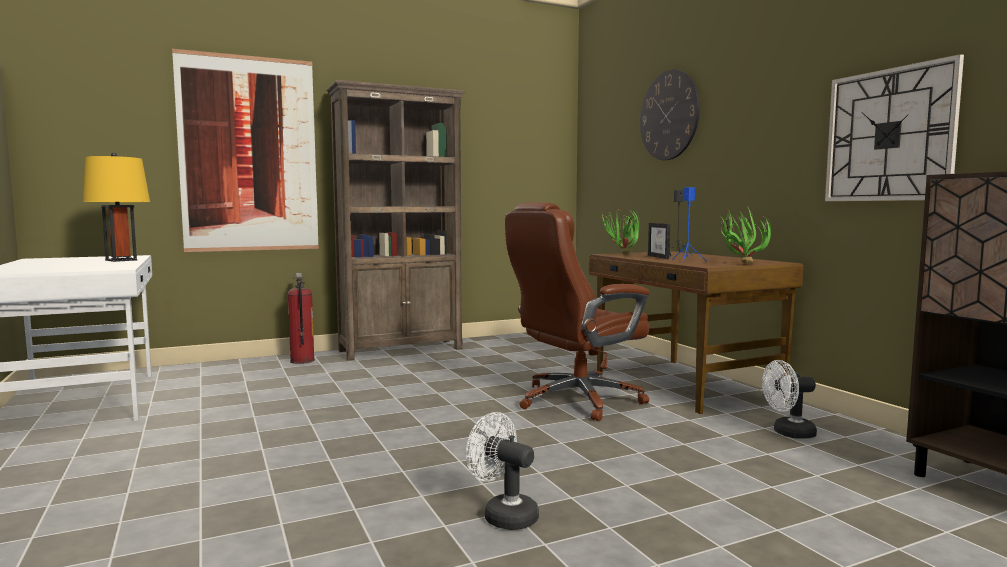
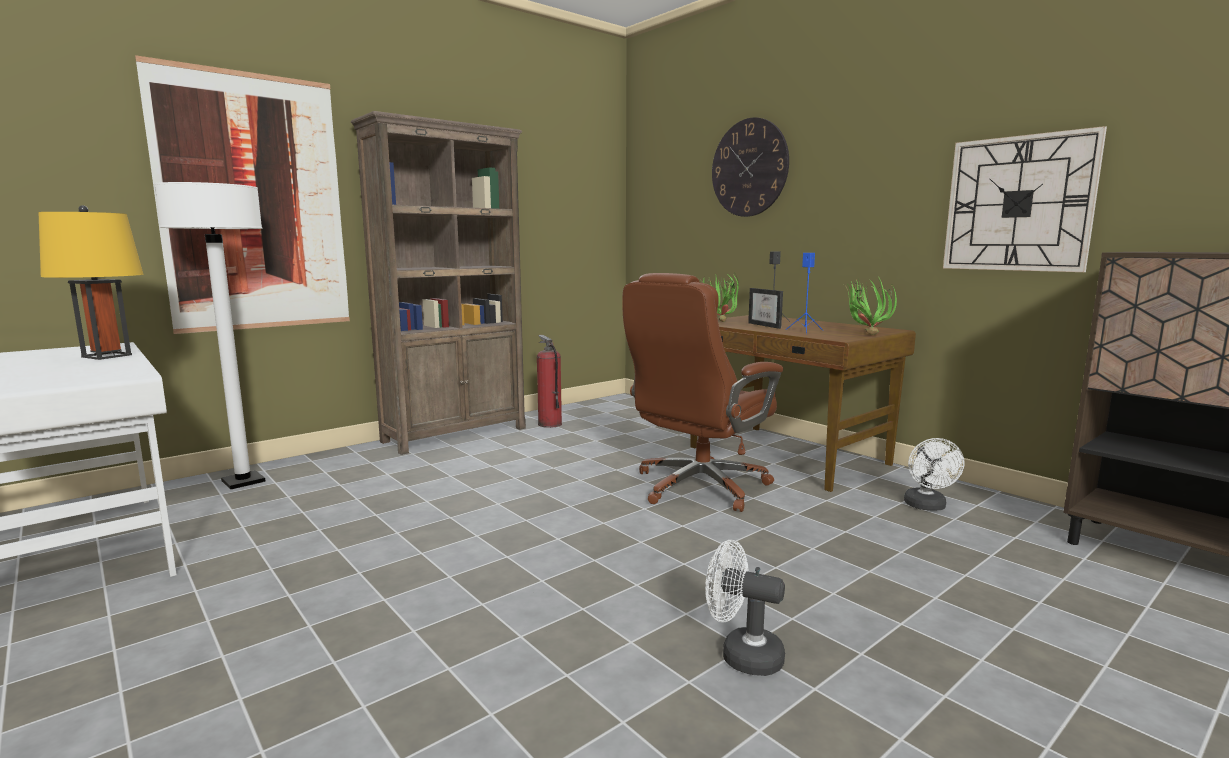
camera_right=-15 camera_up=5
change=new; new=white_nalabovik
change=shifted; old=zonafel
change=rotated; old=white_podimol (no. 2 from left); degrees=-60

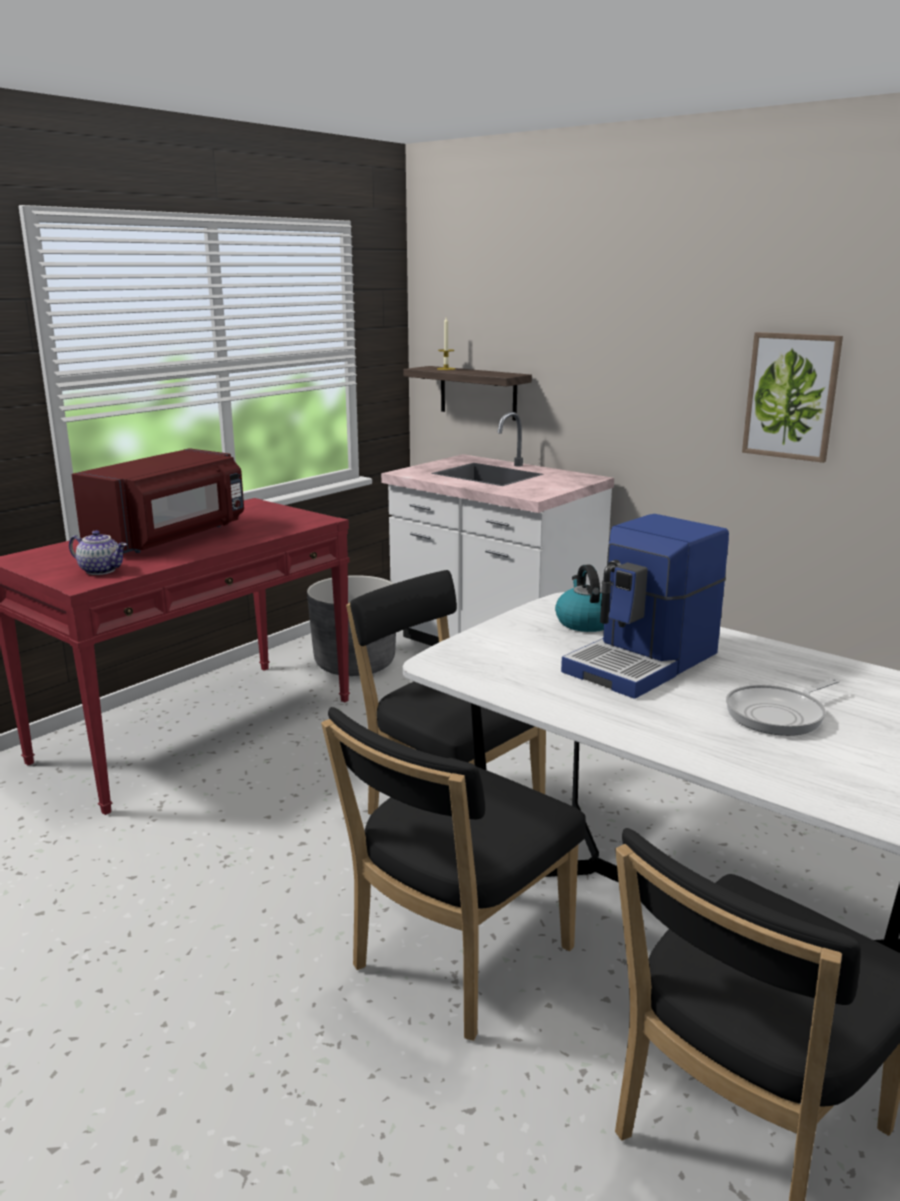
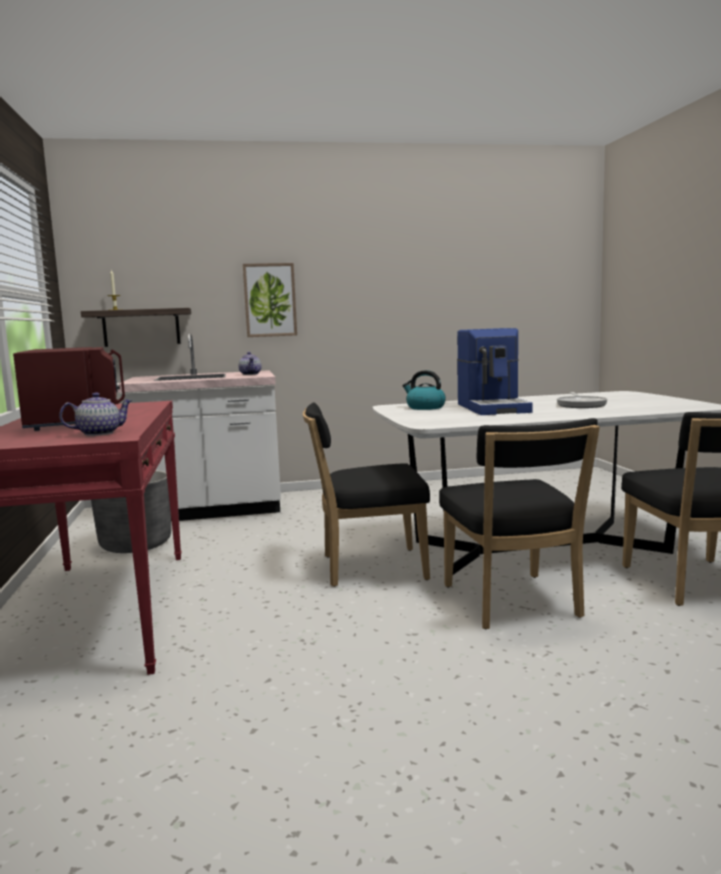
camera_right=-50 camera_up=-10
change=new; new=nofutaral (no. 2 from left)
change=shifted; old=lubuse

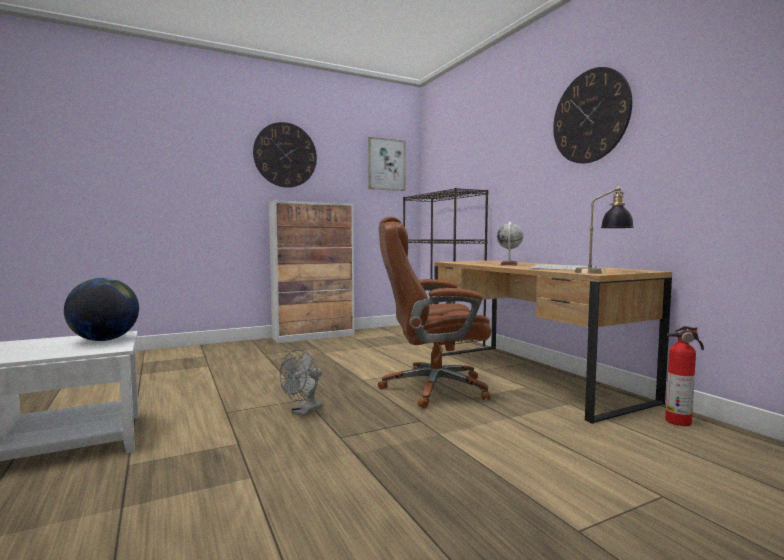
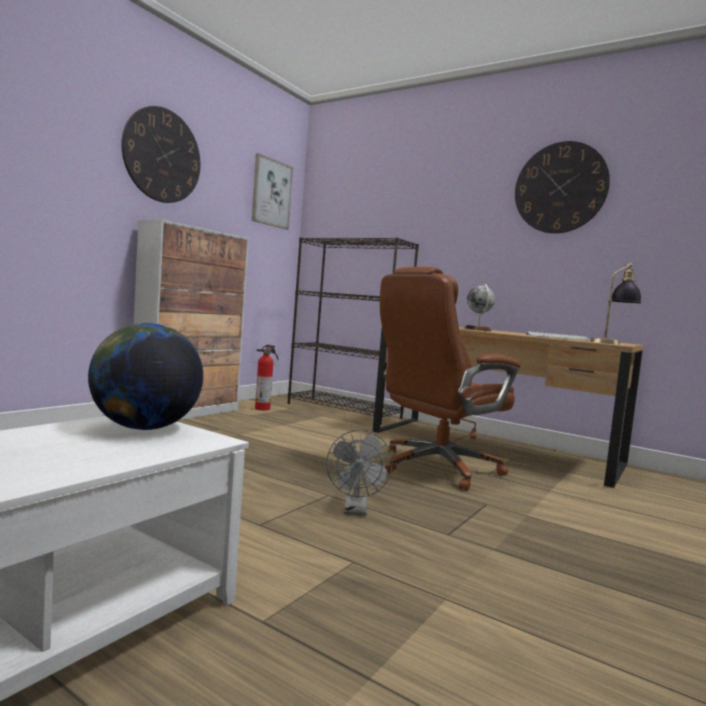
camera_right=-30 camera_up=0
change=shifted; old=zonafel

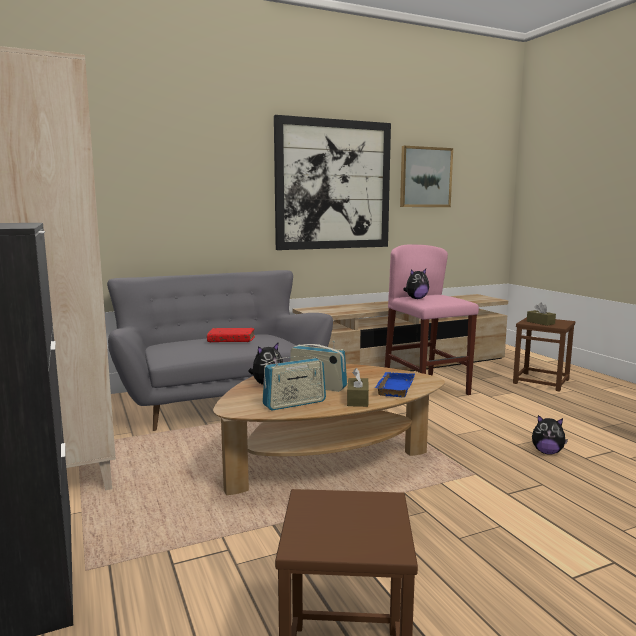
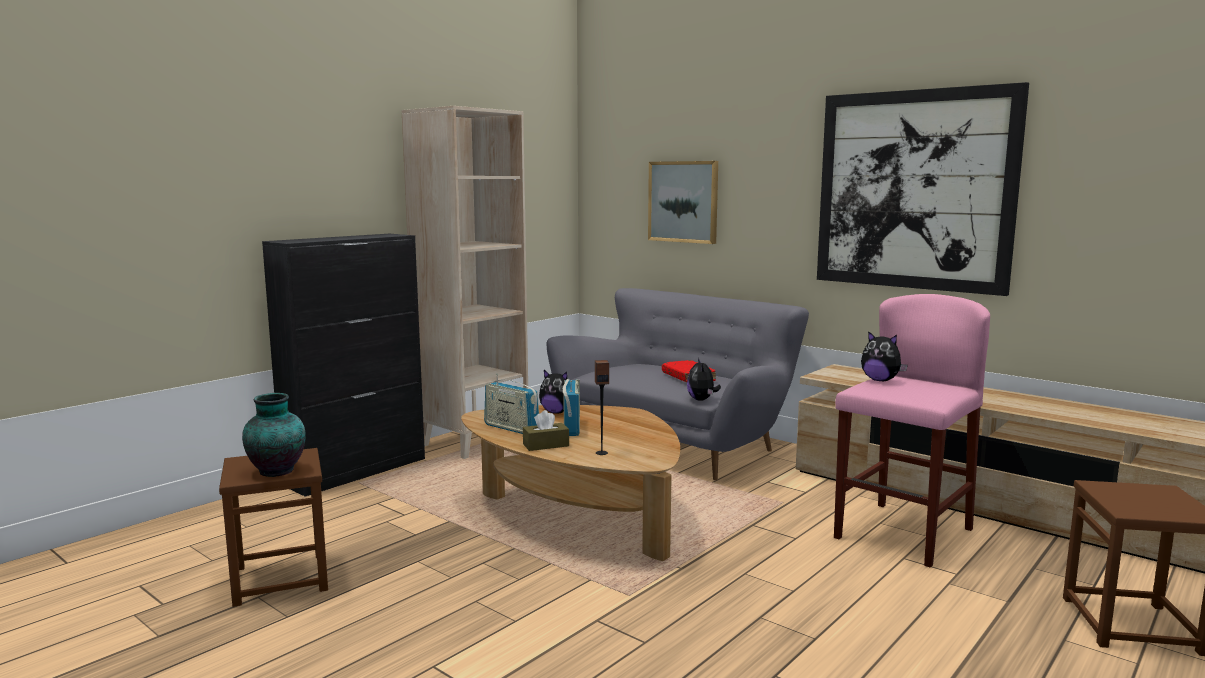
camera_right=65 camera_up=0
change=gone; old=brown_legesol (no. 2 from left)
change=new; new=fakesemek
change=shifted; old=lubuse (no. 2 from left in the first image); new=lubuse (no. 1 from left)
change=shifted; old=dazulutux (no. 3 from left in the first image); new=dazulutux (no. 2 from left)
change=swapped; old=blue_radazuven; new=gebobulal

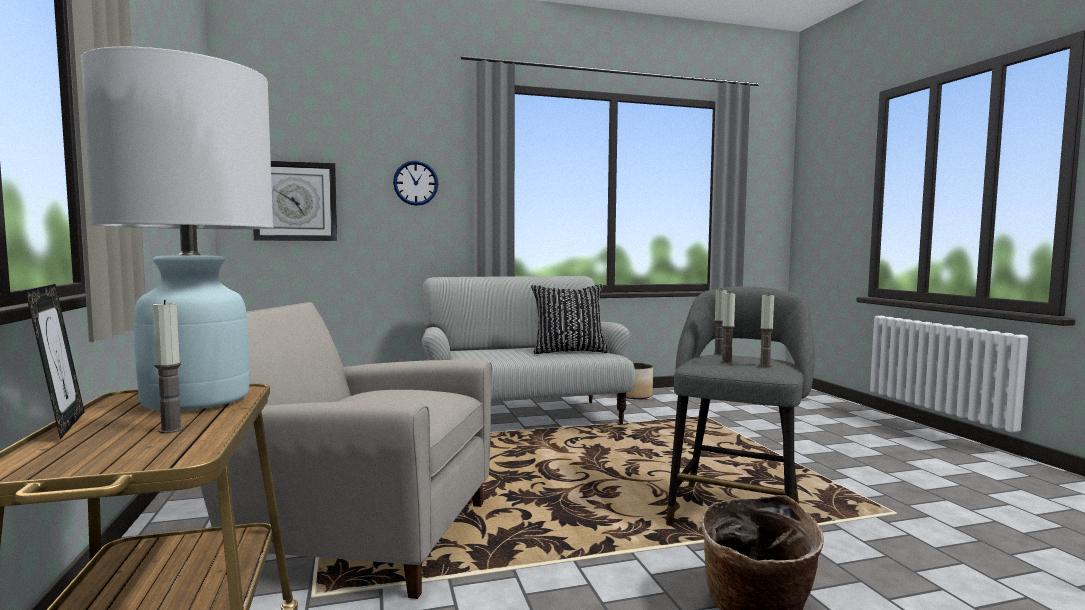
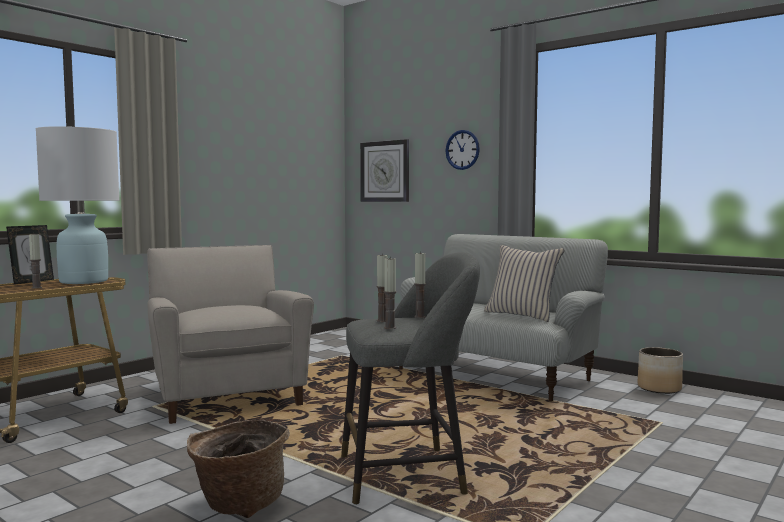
camera_right=55 camera_up=0
change=repainted; old=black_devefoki; new=beige_devefoki

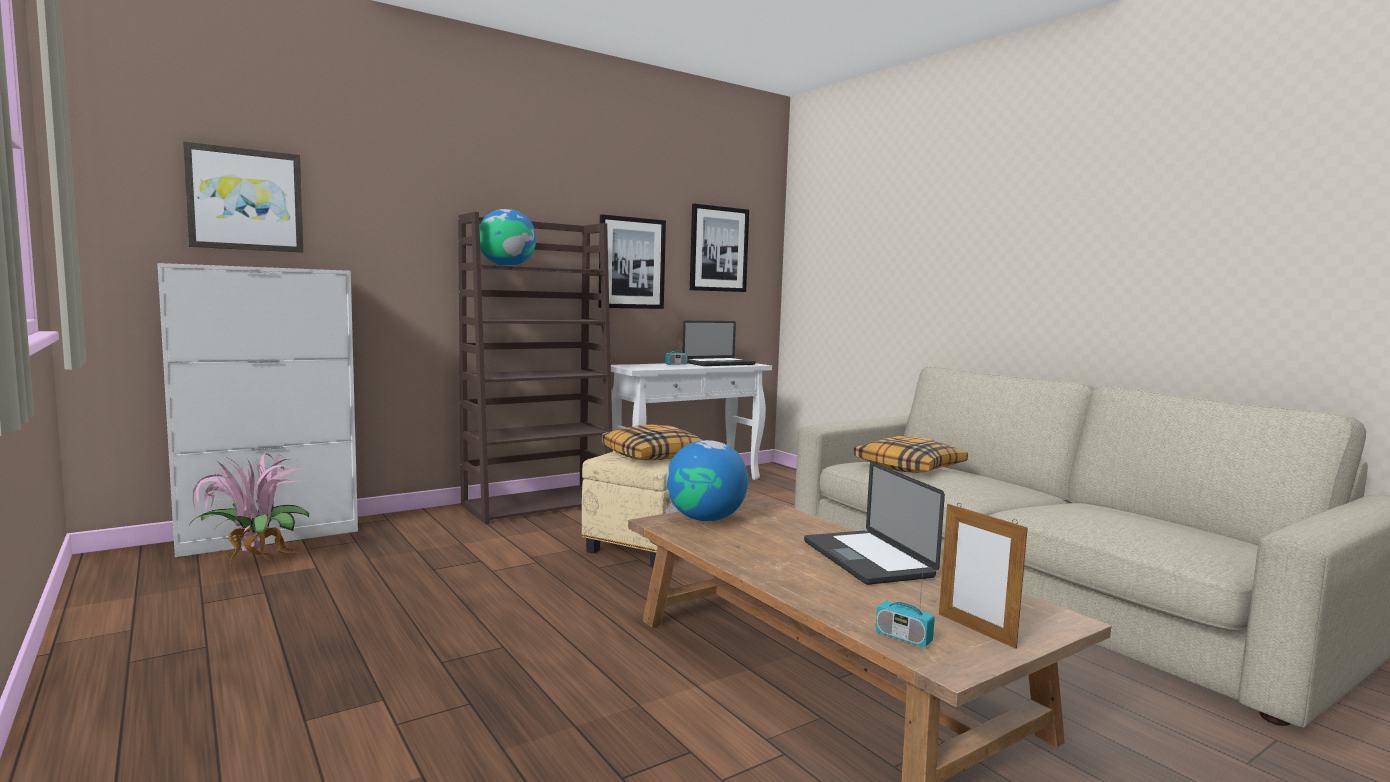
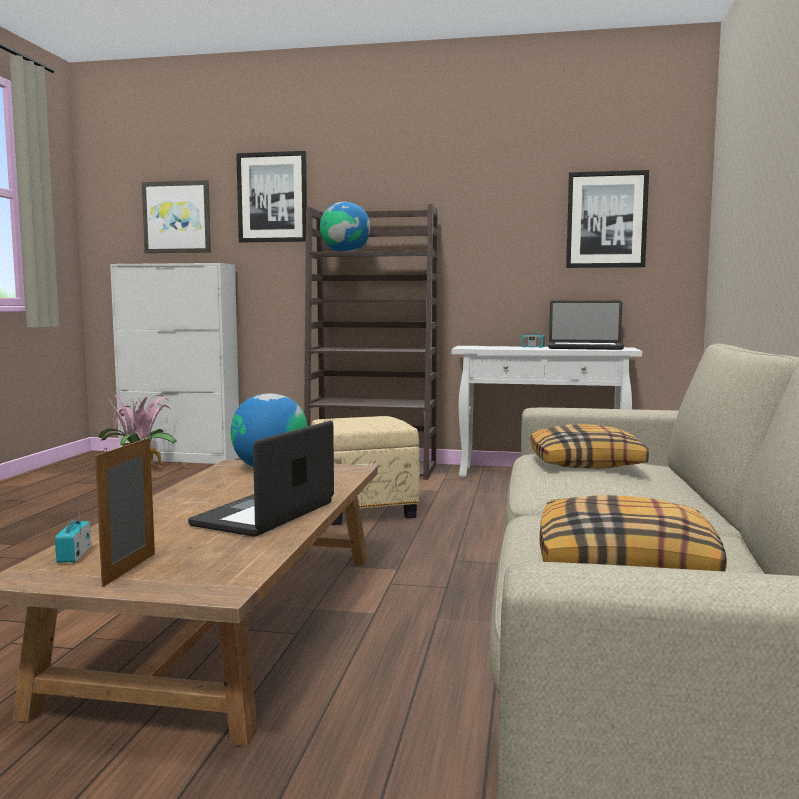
camera_right=45 camera_up=0
change=shifted; old=lubuse (no. 2 from left)
change=shifted; old=devefoki (no. 1 from left in the first image); new=devefoki (no. 2 from left)

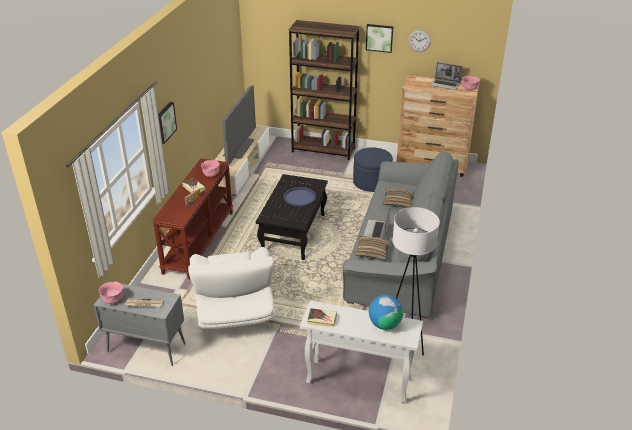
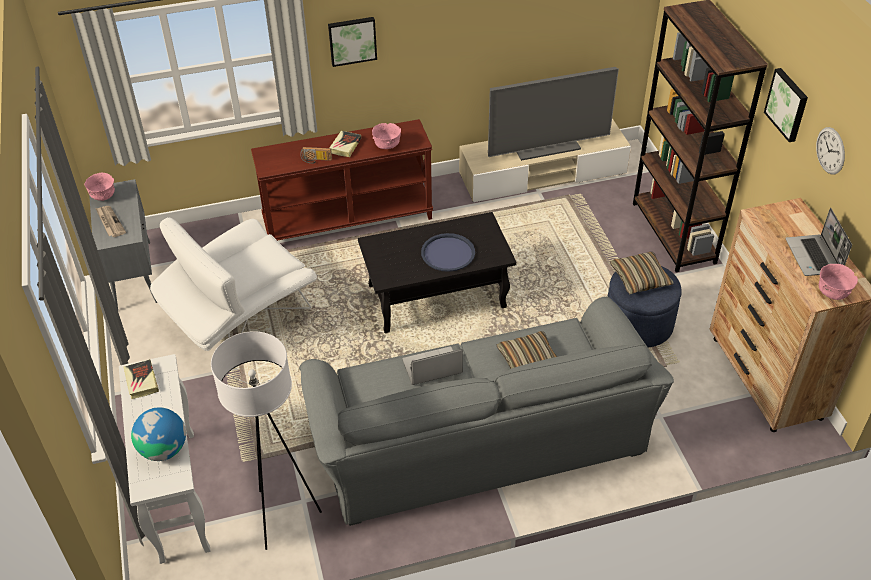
camera_right=60 camera_up=10
change=shifted; old=devefoki (no. 1 from left in the first image); new=devefoki (no. 2 from left)

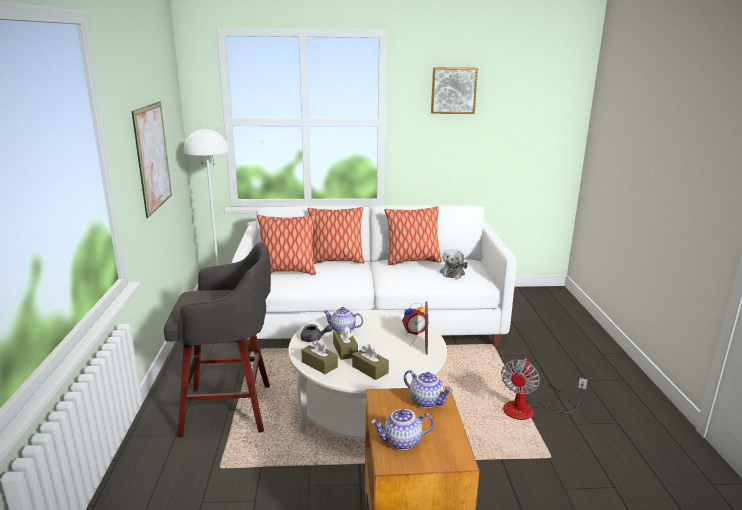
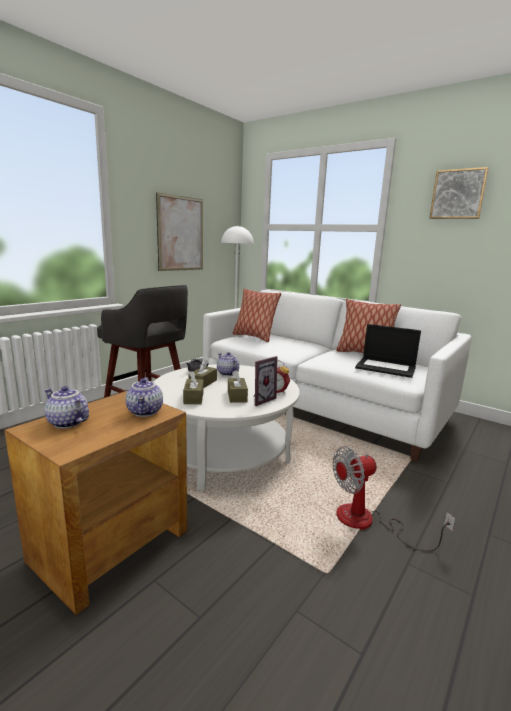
camera_right=40 camera_up=-5
change=gone; old=devefoki (no. 2 from left)
change=shifted; old=brown_legesol (no. 1 from left in the first image); new=brown_legesol (no. 3 from left)
change=swapped; old=dazulutux; new=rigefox

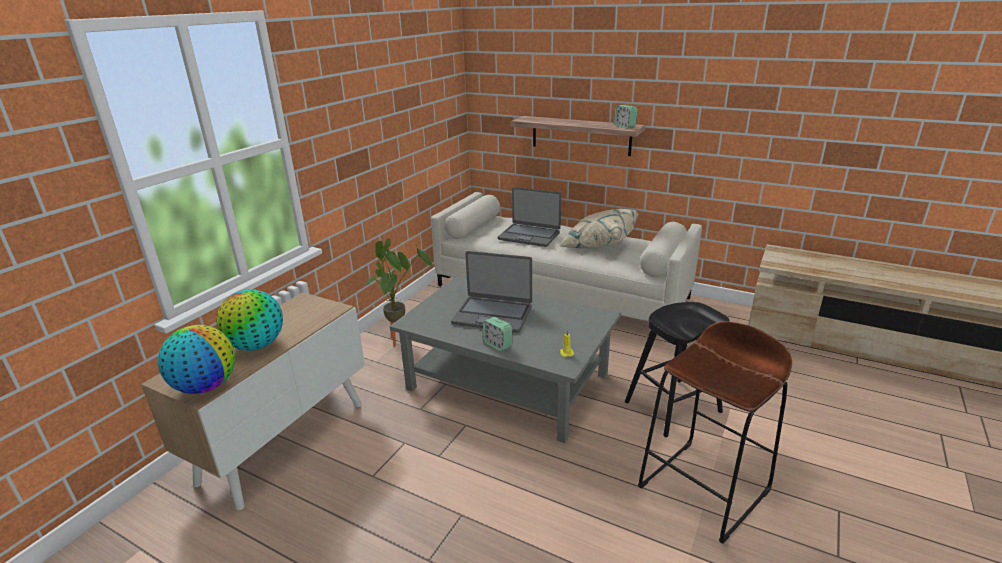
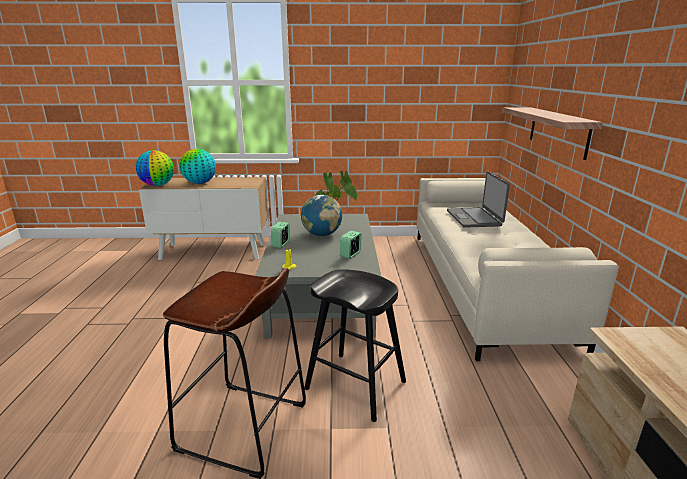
camera_right=60 camera_up=-5
change=gone; old=beige_devefoki
change=shifted; old=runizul (no. 2 from left)
change=swapped; old=rigefox (no. 1 from left); new=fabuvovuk (no. 3 from left)

